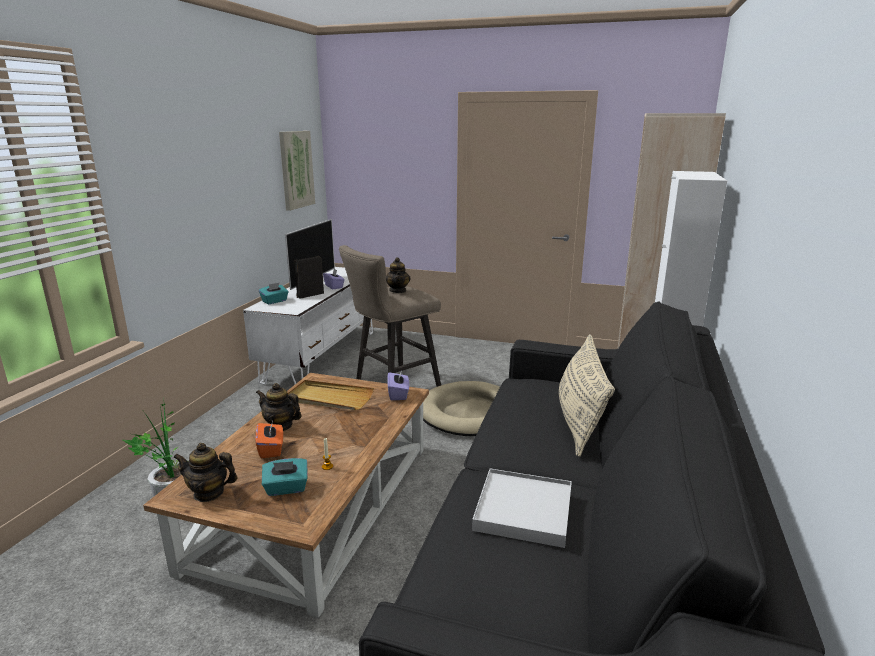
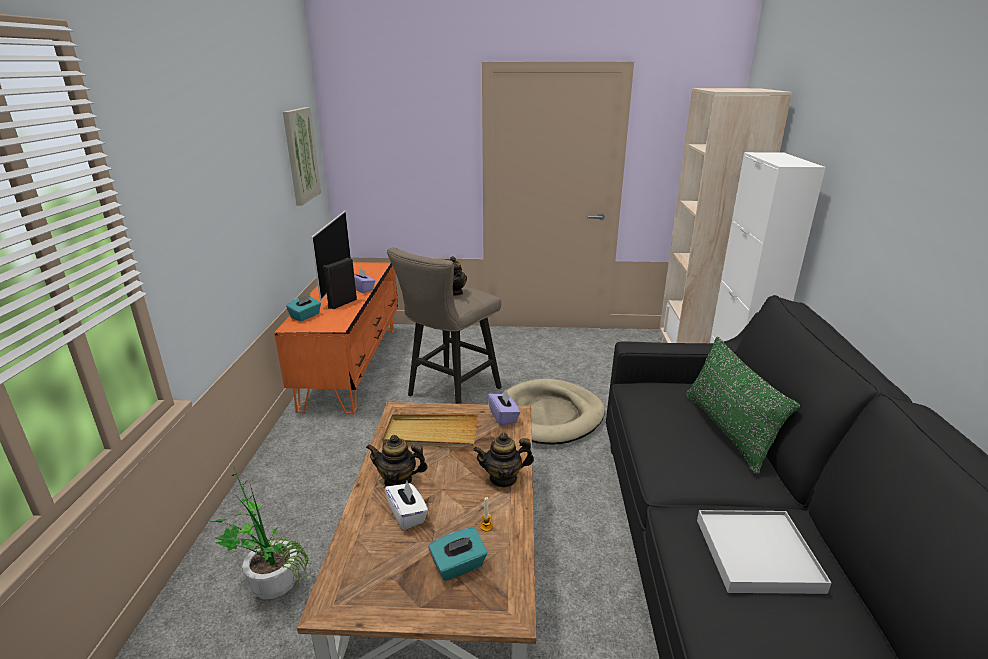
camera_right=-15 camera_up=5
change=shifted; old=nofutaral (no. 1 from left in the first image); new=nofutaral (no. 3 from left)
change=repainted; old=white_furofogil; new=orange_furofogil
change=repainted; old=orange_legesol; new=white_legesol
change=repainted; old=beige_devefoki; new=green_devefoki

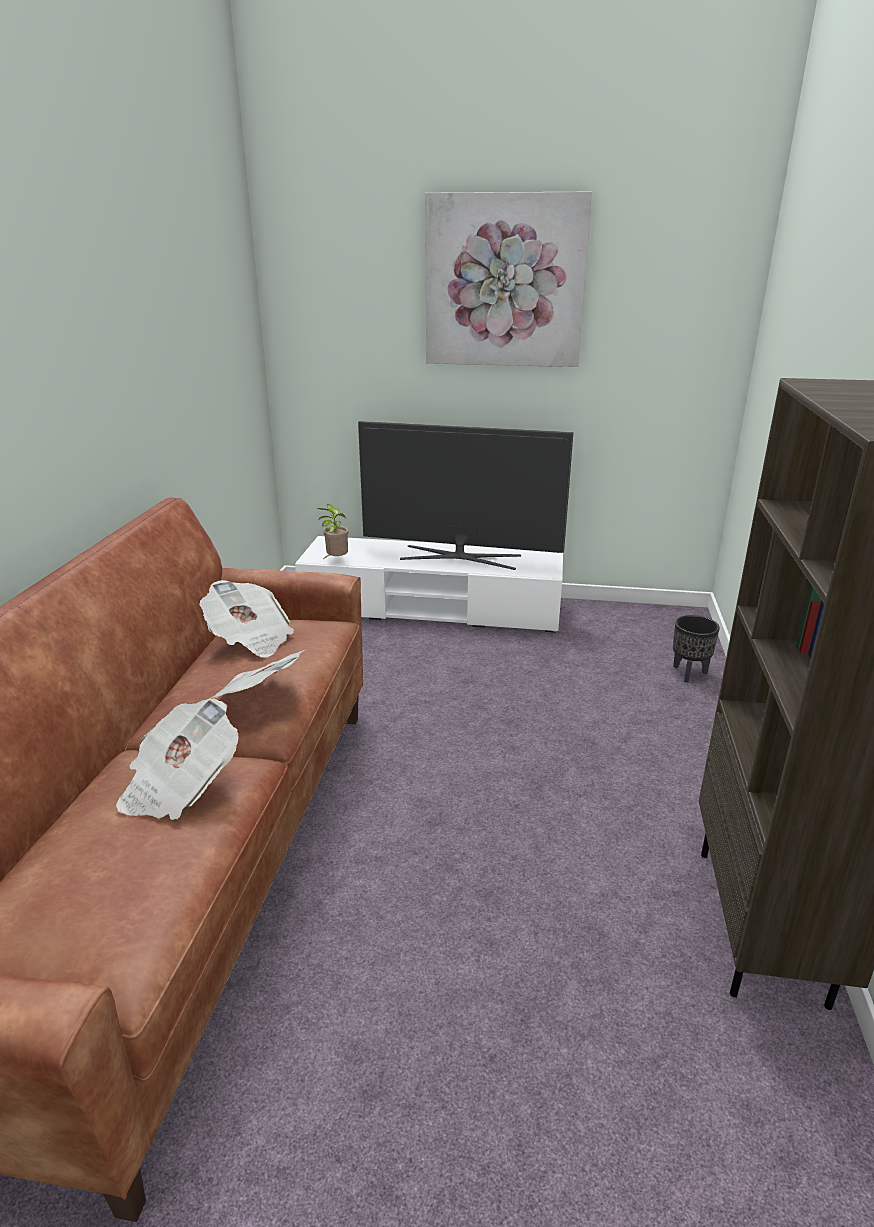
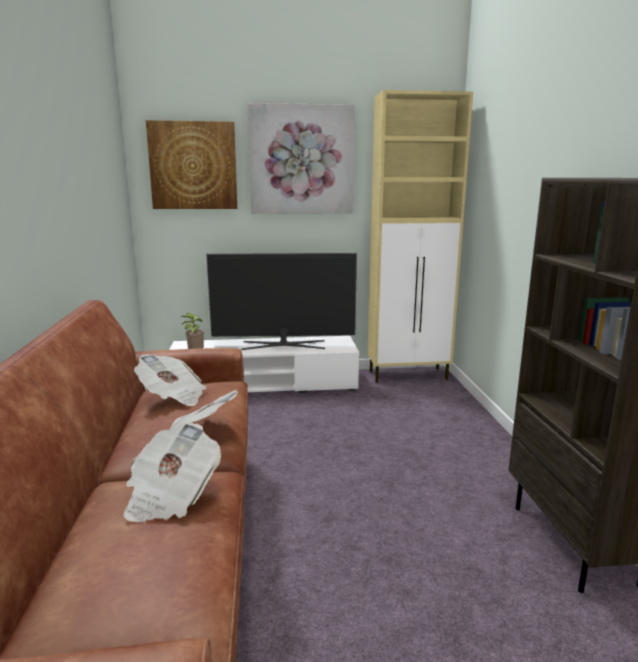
camera_right=-15 camera_up=-10
change=gone; old=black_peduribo
change=new; new=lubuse (no. 1 from left)
change=new; new=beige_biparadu

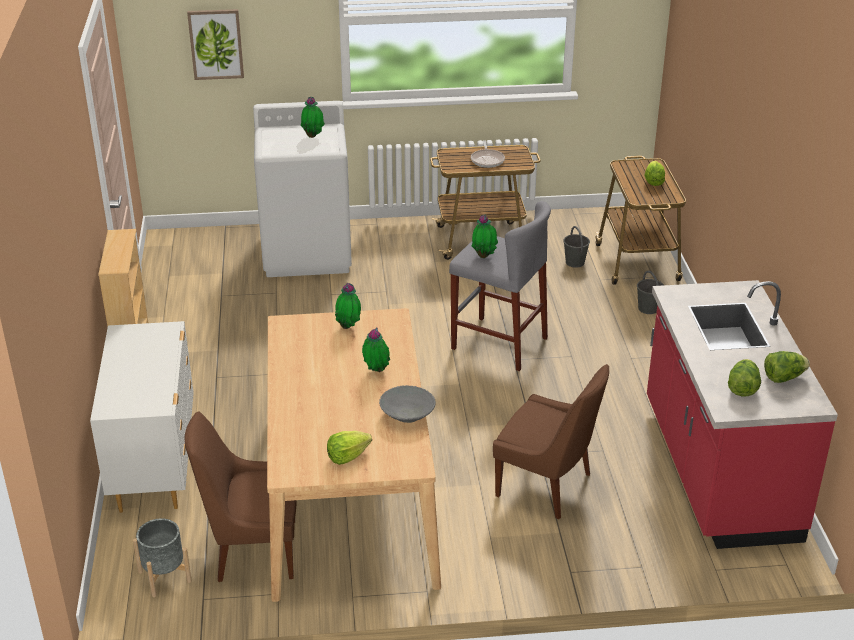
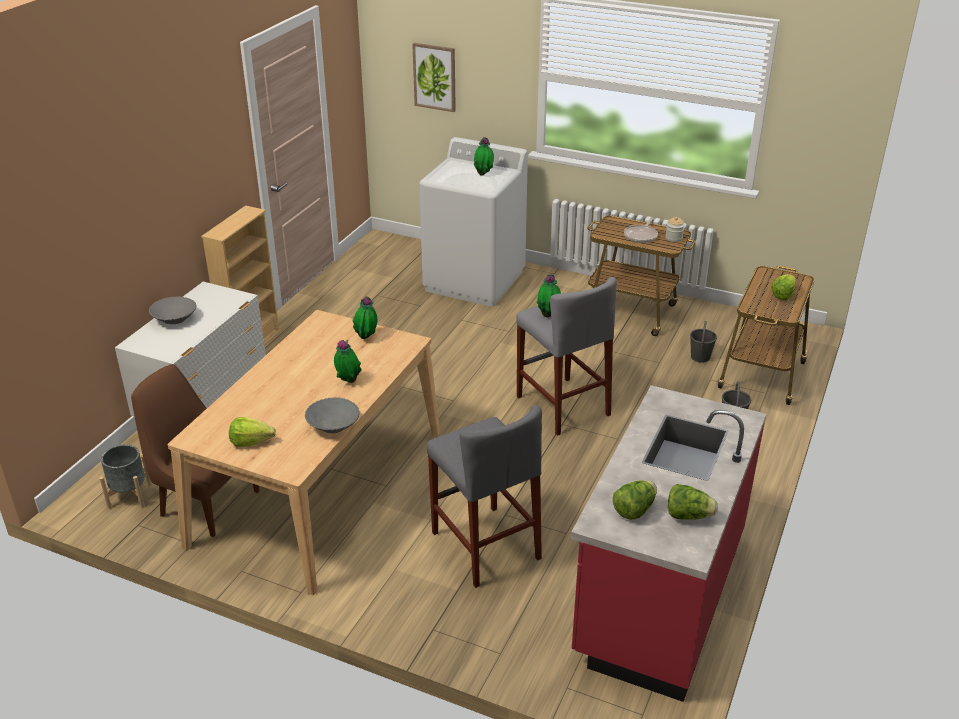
camera_right=30 camera_up=0
change=new; new=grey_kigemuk (no. 1 from left)
change=new; new=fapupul
change=swapped; old=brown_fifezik (no. 2 from left); new=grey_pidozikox (no. 1 from left)

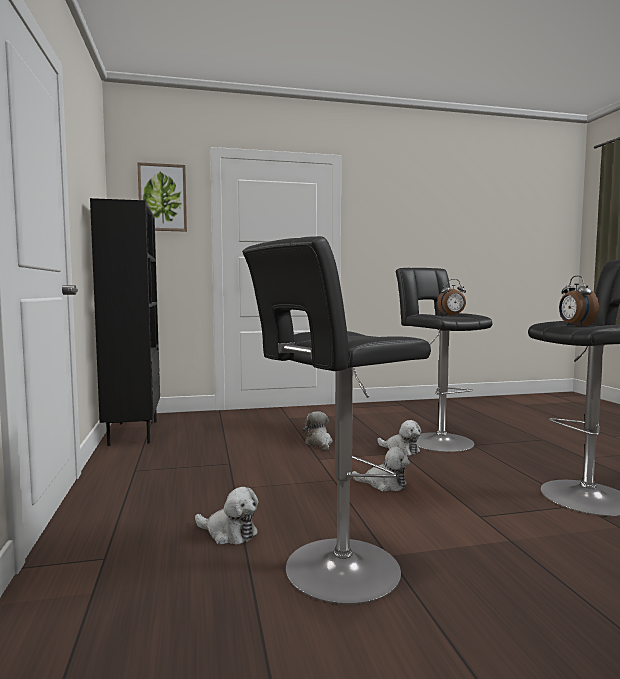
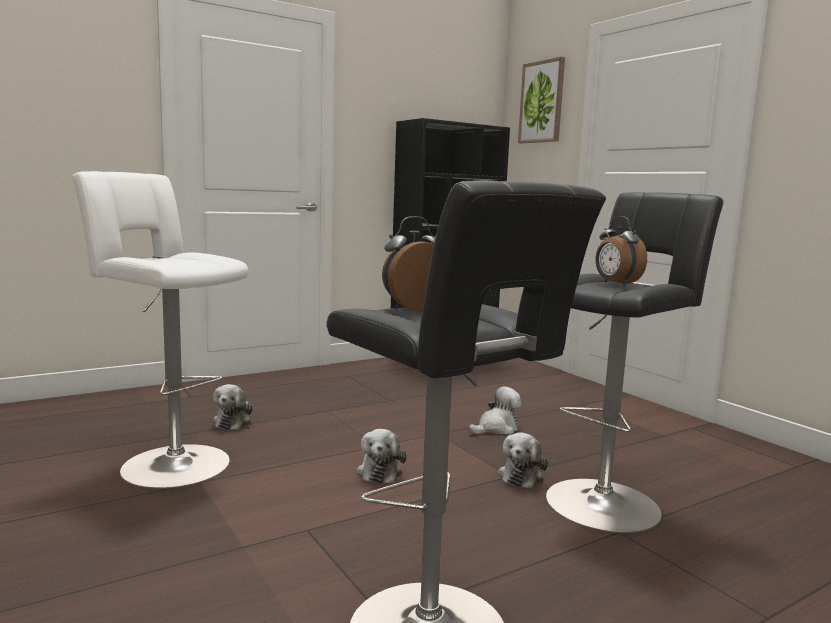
camera_right=70 camera_up=5
change=repainted; old=black_pidozikox (no. 1 from left); new=white_pidozikox

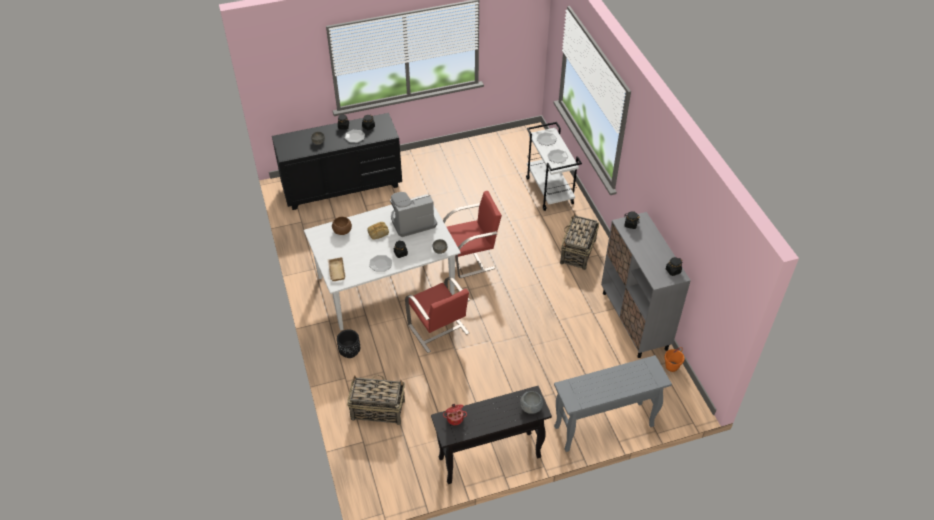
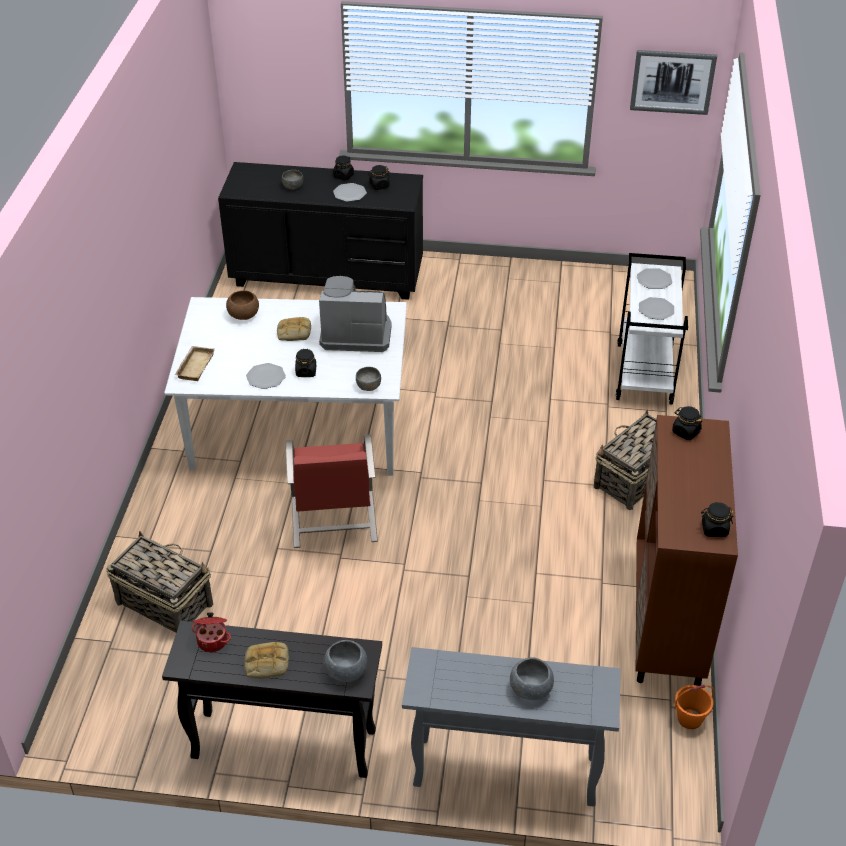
camera_right=25 camera_up=-5
change=gone; old=black_peduribo
change=gone; old=red_fifezik (no. 2 from left)
change=new; new=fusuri (no. 1 from left)
change=new; new=grey_kigemuk (no. 4 from left)
change=new; new=lubuse
change=repainted; old=grey_biparadu; new=brown_biparadu

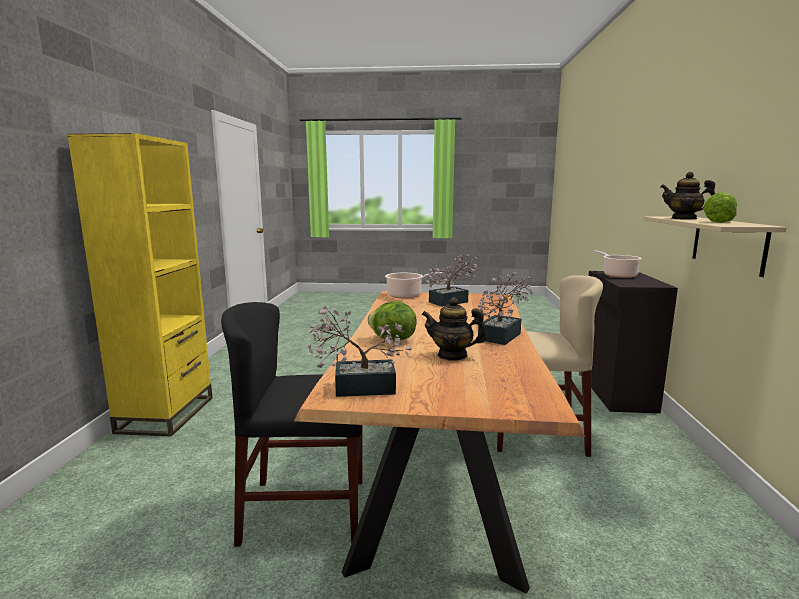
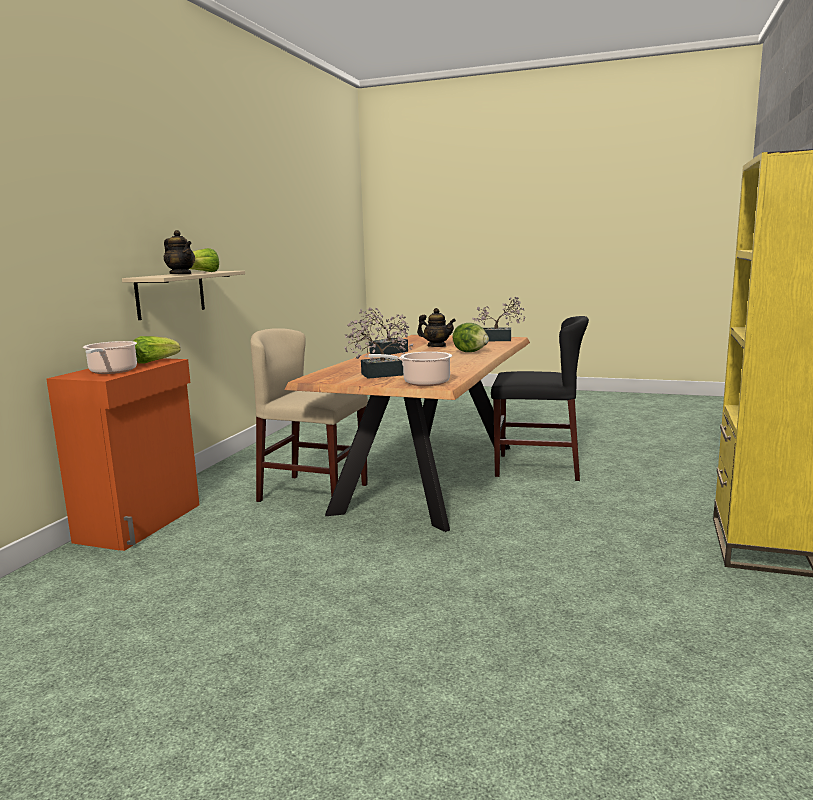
camera_right=-165 camera_up=0
change=new; new=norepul (no. 1 from left)
change=repainted; old=black_biparadu; new=orange_biparadu

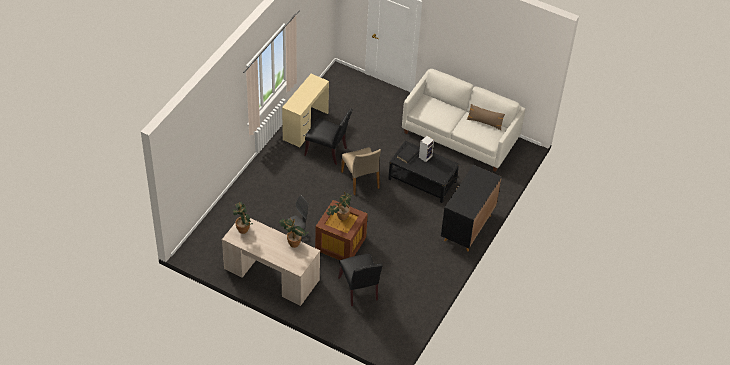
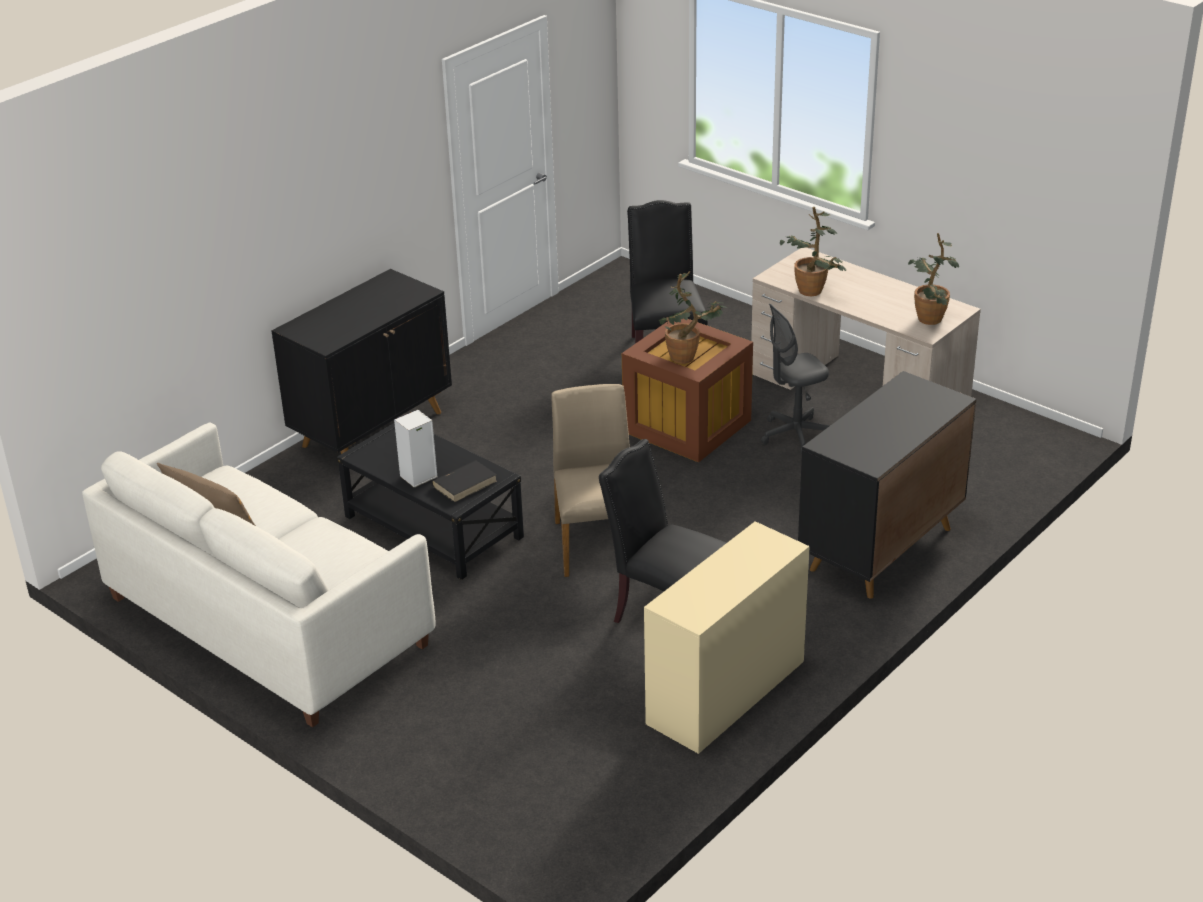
camera_right=-165 camera_up=-15
change=new; new=black_biparadu (no. 2 from left)

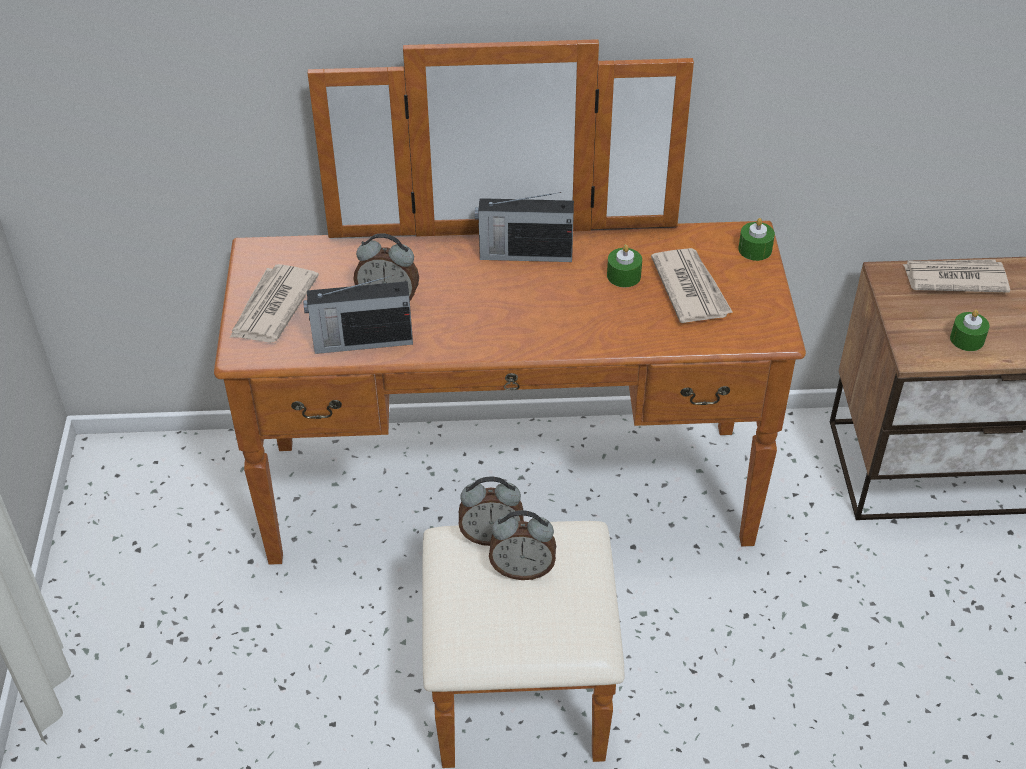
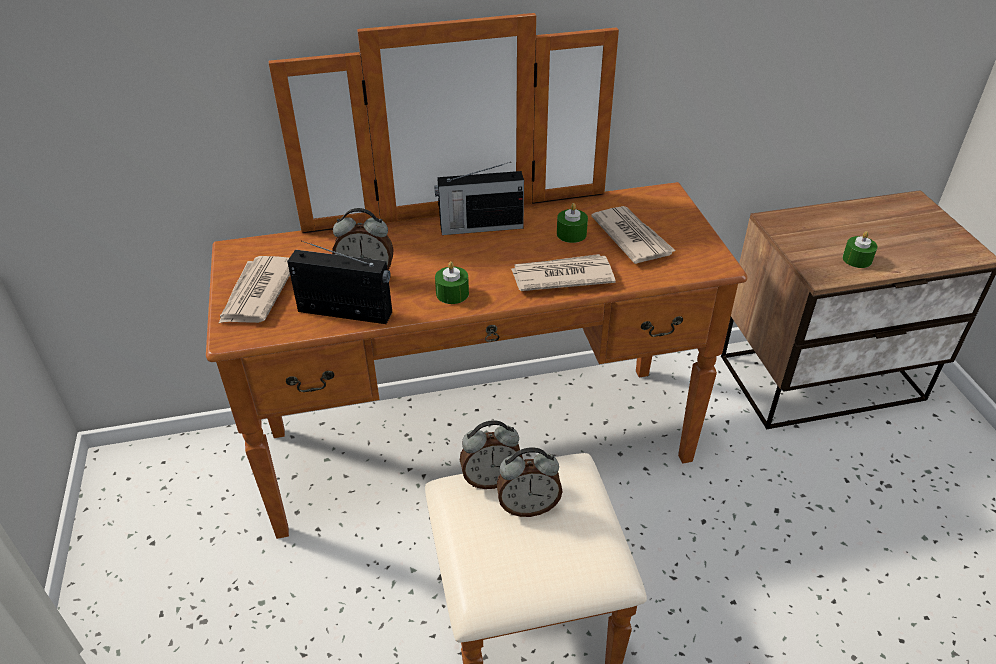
camera_right=-10 camera_up=-5
change=shifted; old=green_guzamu (no. 2 from left in the first image); new=green_guzamu (no. 1 from left)
change=shifted; old=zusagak (no. 3 from left in the first image); new=zusagak (no. 2 from left)
change=rotated; old=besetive (no. 1 from left); degrees=-150

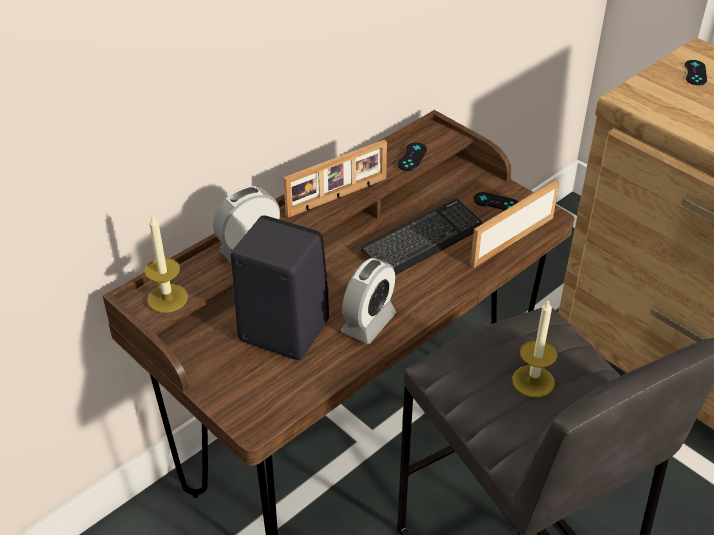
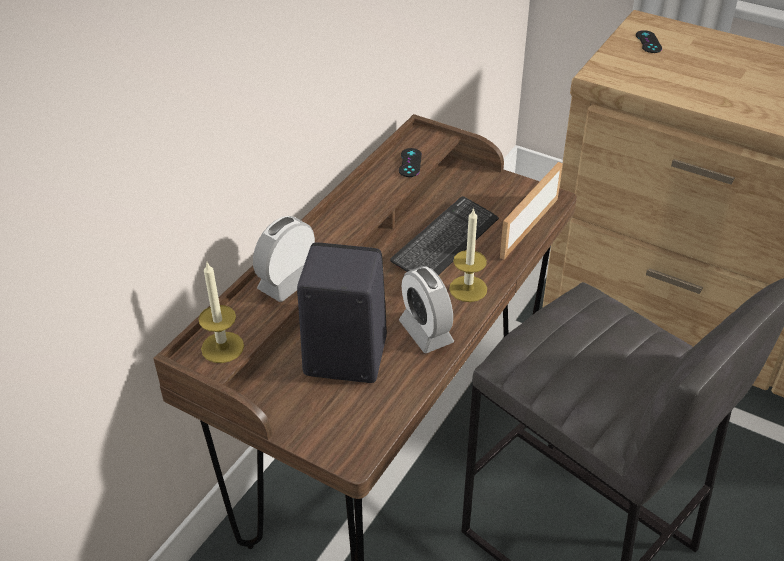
camera_right=-15 camera_up=0
change=gone; old=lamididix (no. 1 from left)
change=gone; old=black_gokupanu (no. 2 from left)
change=shifted; old=guzamu (no. 2 from left)
change=rotated; old=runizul (no. 2 from left); degrees=135

